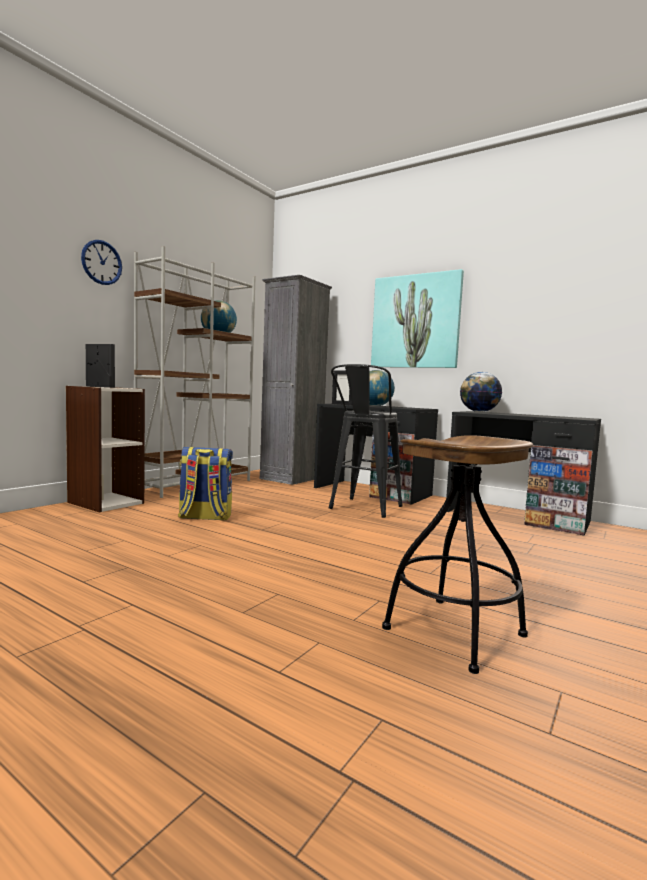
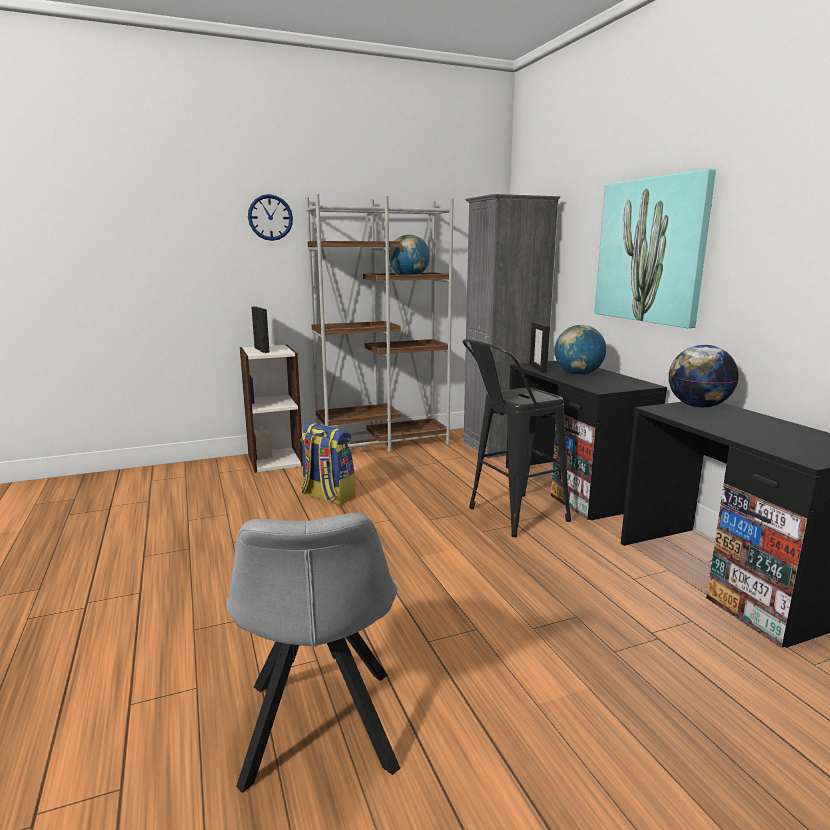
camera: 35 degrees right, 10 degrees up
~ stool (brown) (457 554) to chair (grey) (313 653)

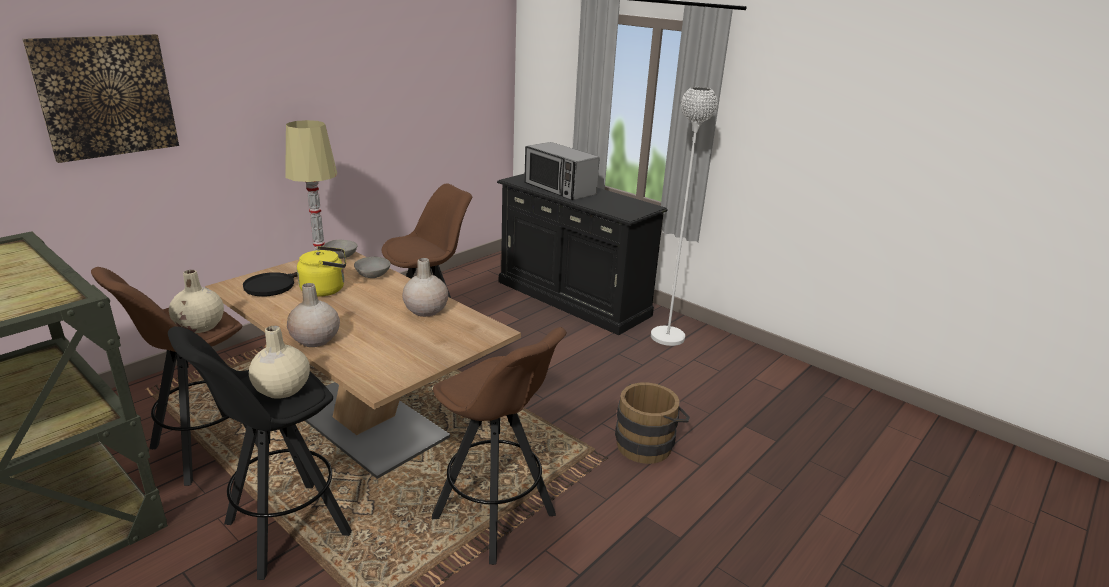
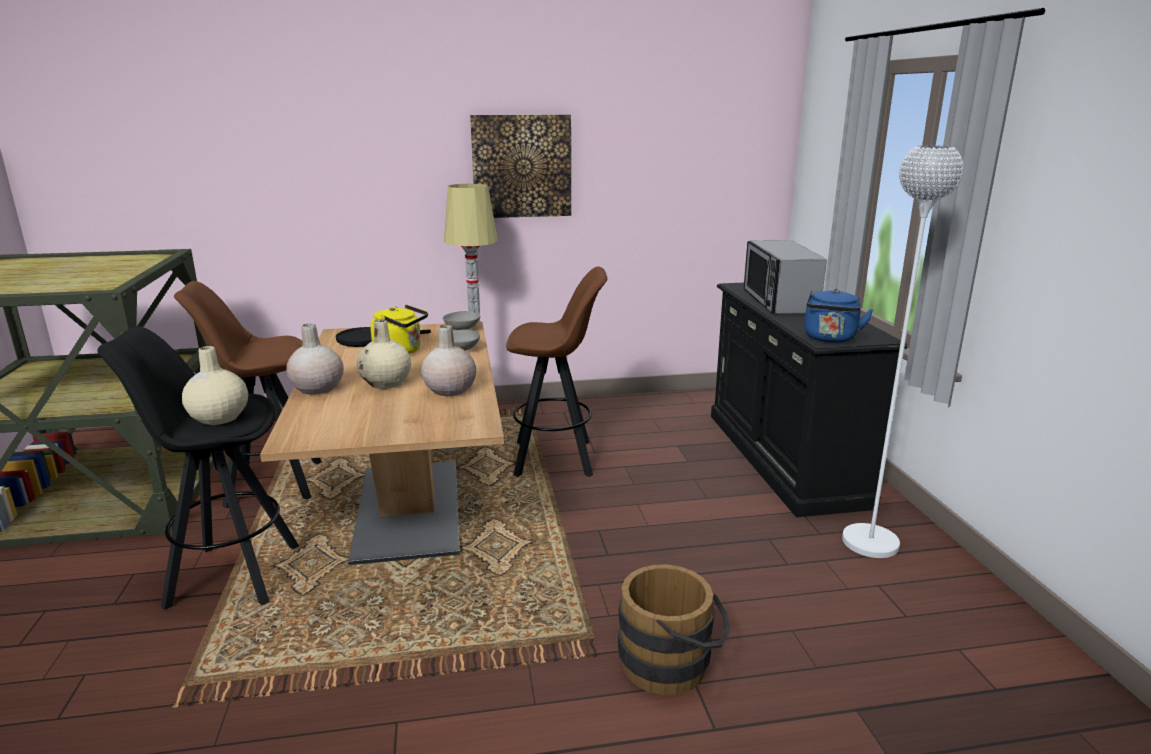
camera: 40 degrees right, 5 degrees down
- stool (brown) (499 446)
+ kettle (blue) (838 316)
~ picture (101 98) to (520 166)
~ vase (beige) (196 301) to (384 354)

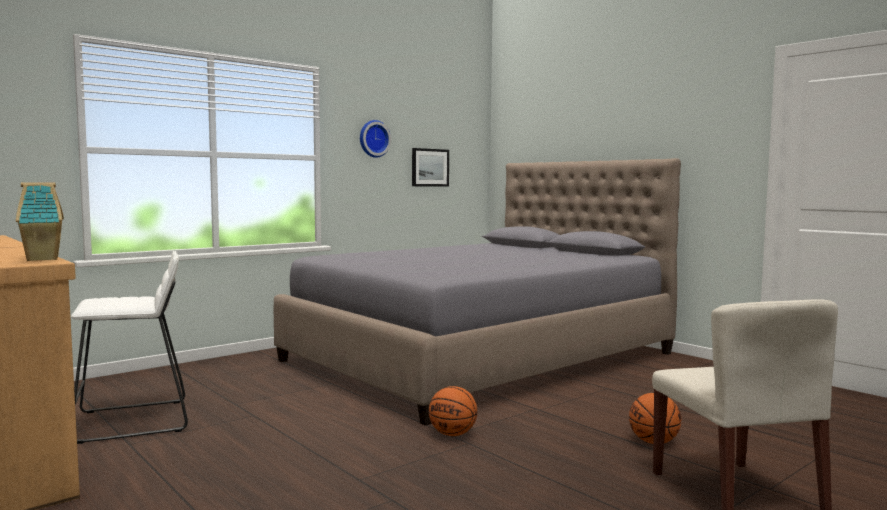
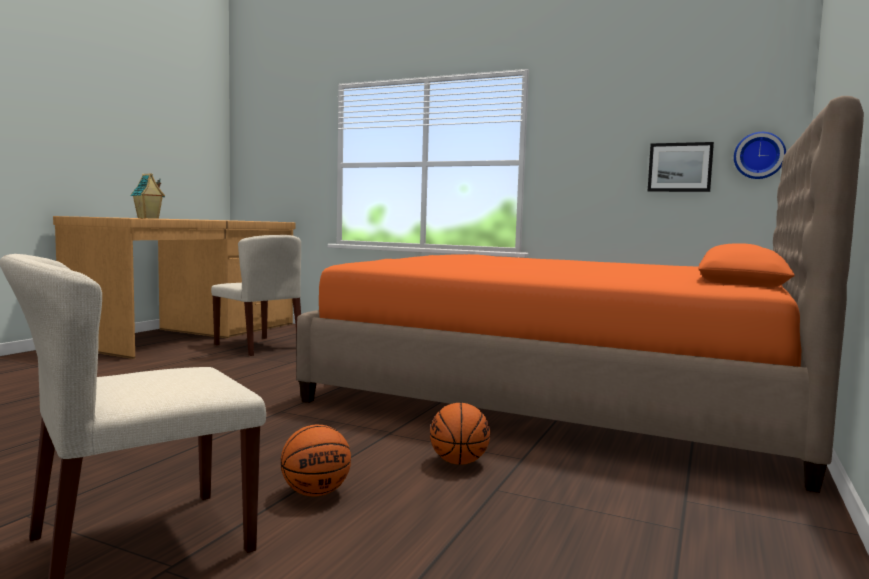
camera: 65 degrees right, 0 degrees up
~ wall clock (375 139) to (760 155)
~ basketball (453 411) to (460 434)
~ stool (white) (129 347) to chair (beige) (256 295)
~ bed (grey) (477 292) to bed (orange) (580 294)

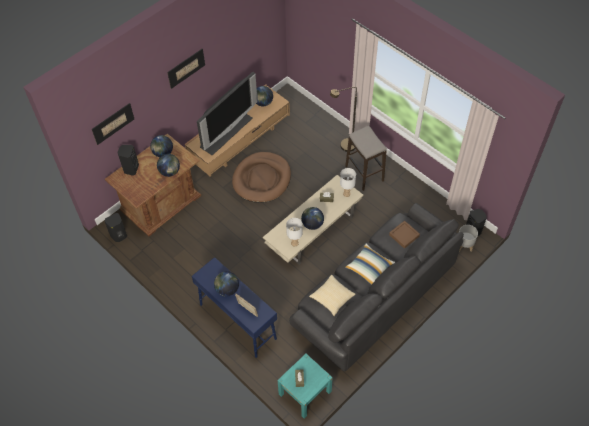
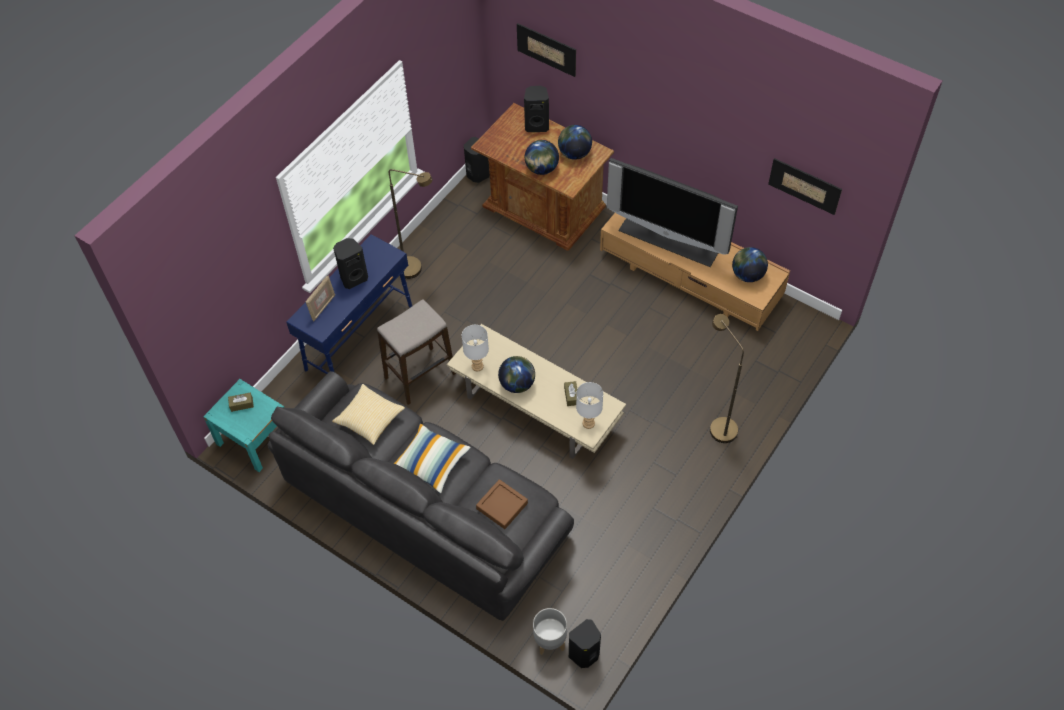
camera: 80 degrees right, 0 degrees up
- dog bed (brown) (261 177)
+ floor lamp (brown) (410 224)
~ picture (186 69) to (805 186)
~ stool (366 158) to (416 352)
~ globe (226 283) to speaker (black) (350 263)

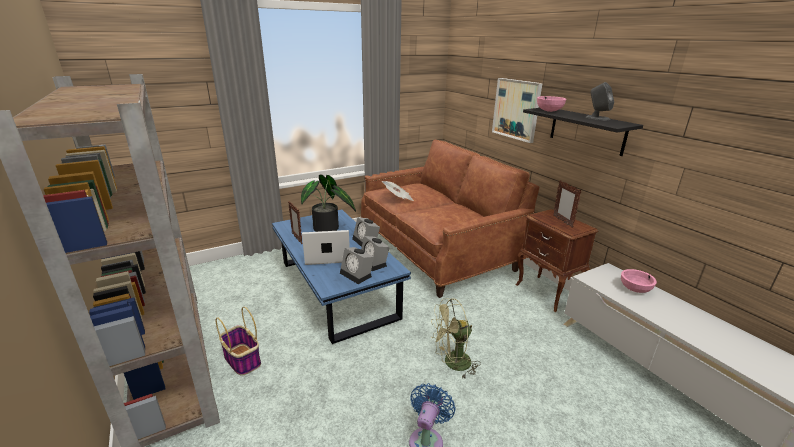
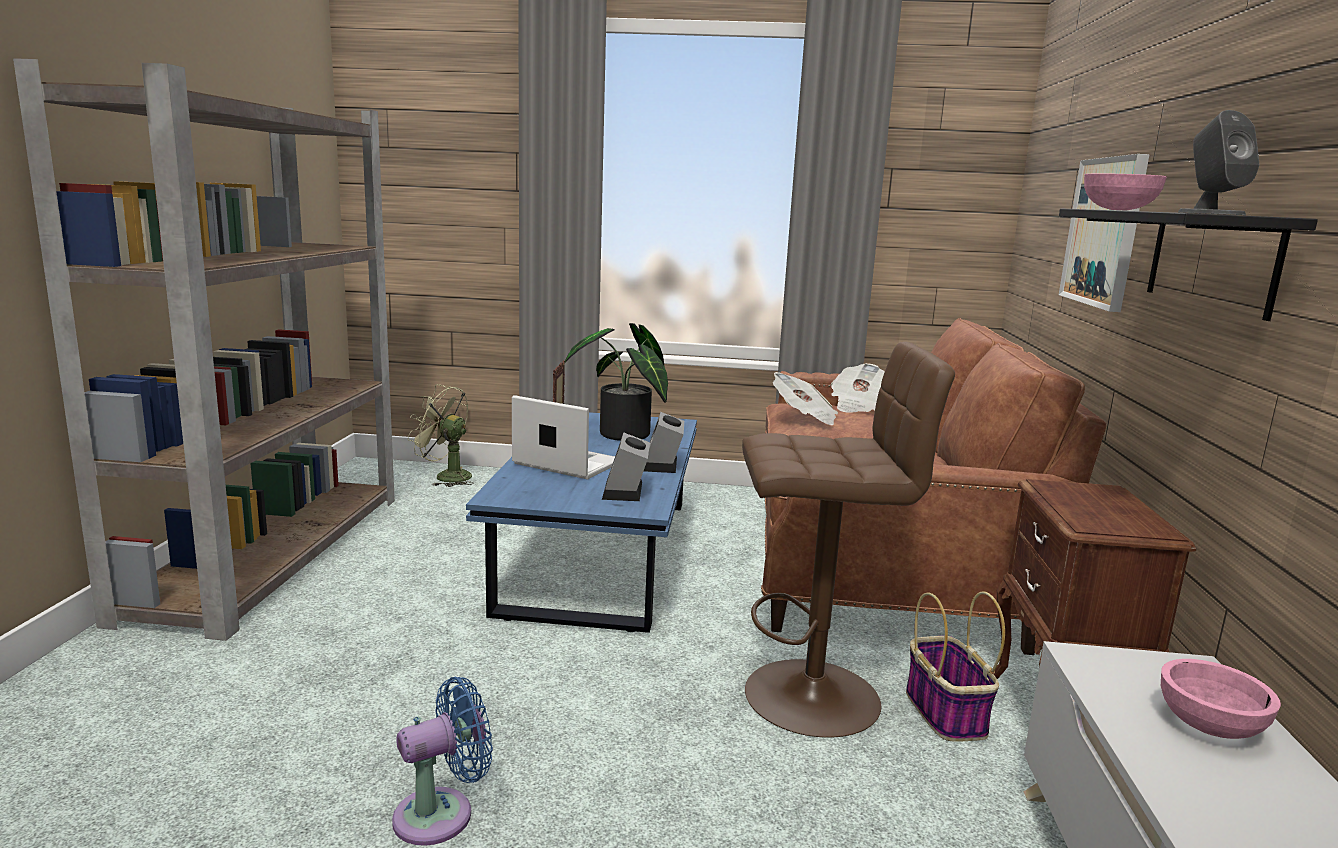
camera: 35 degrees right, 10 degrees down
- alarm clock (357 265)
- picture frame (567 204)
+ stool (brown) (848 540)
+ newspaper (858 388)
~ basket (238 341) to (955 666)
~ fan (green) (456 338) to (441 435)

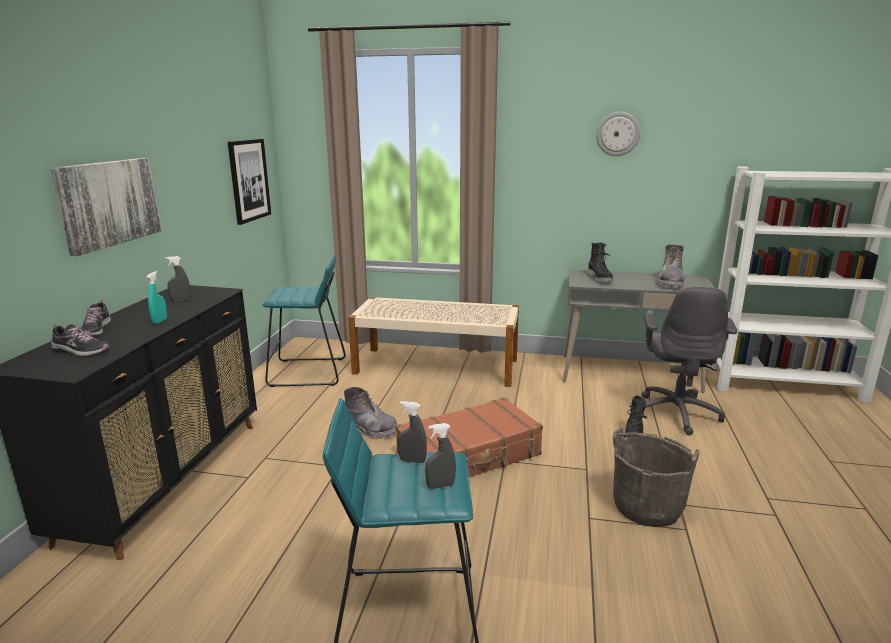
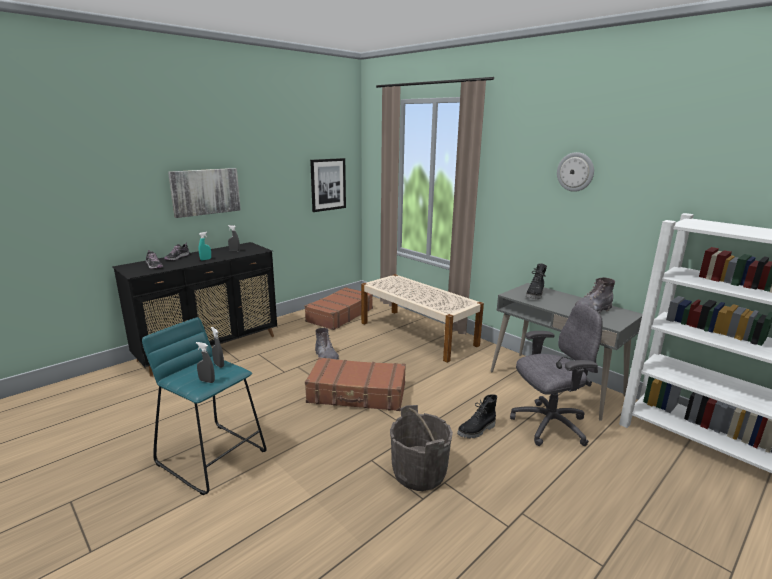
camera: 35 degrees right, 0 degrees up
~ stool (turquoise) (304 321) to suitcase (brown) (339 308)
~ office chair (grey) (689 361) = (556 375) 150 degrees counterclockwise

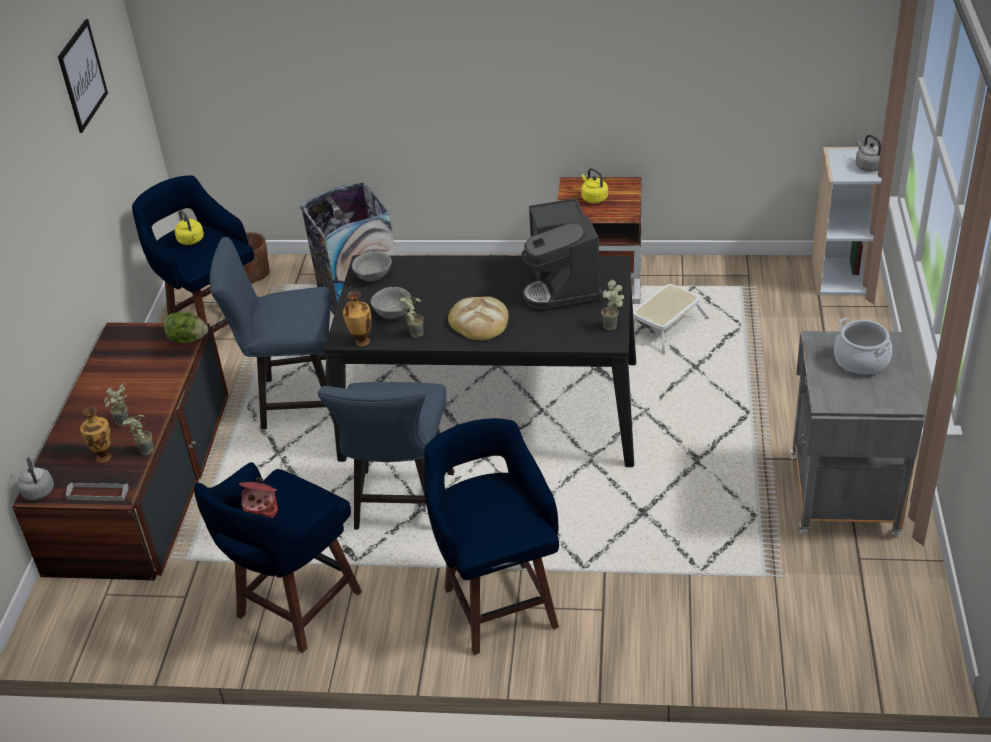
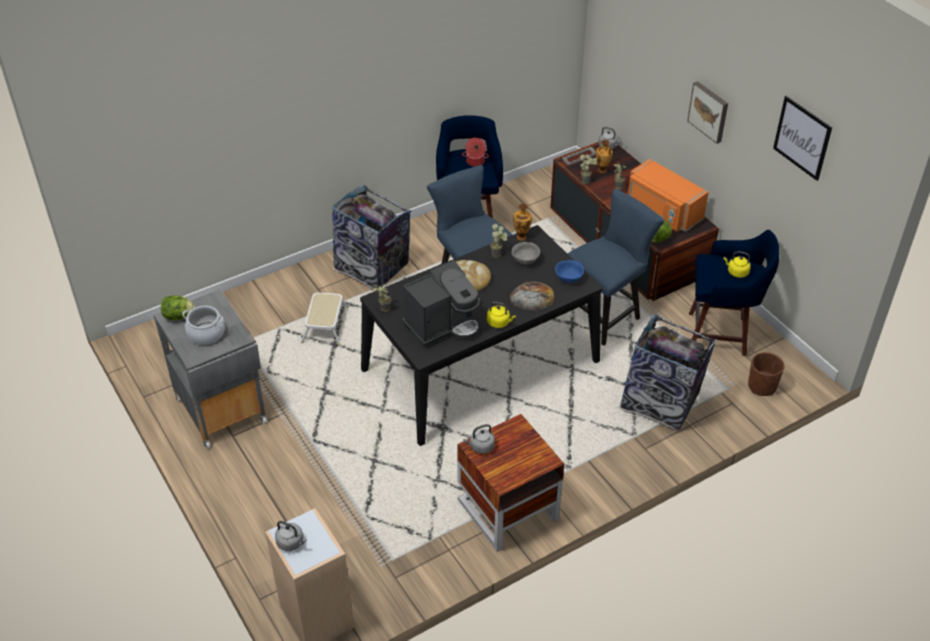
camera: 140 degrees right, 5 degrees up
+ lettuce (178 307)
+ kettle (grey) (479 439)
+ bread (532 296)
+ microwave (orange) (668 195)
+ picture (707 112)
~ kettle (yellow) (594 185) to (501 315)
~ step ladder (beige) (671 319) to (325 319)
~ stool (blue) (491 536) to trash can (371 238)
~ bowl (grey) (372 266) to bowl (blue) (569 271)
~ coffee machine (562 253) = (441 303) 105 degrees clockwise

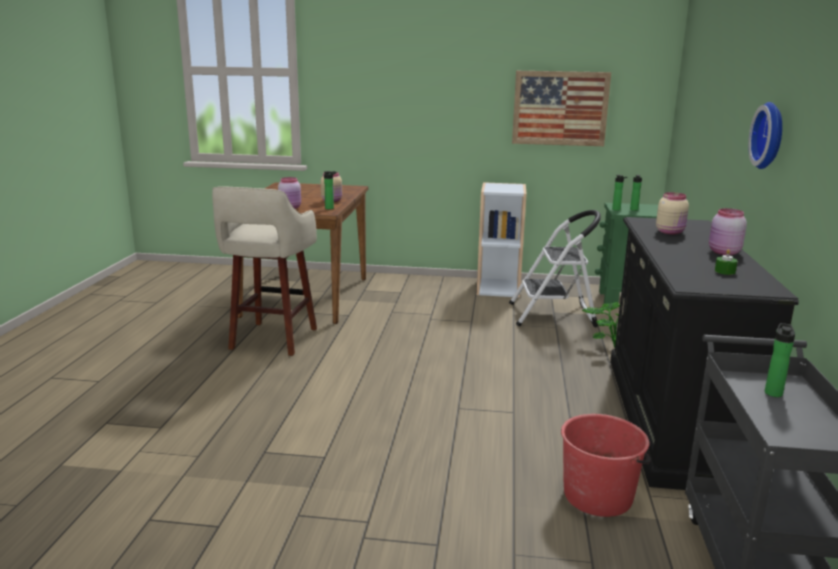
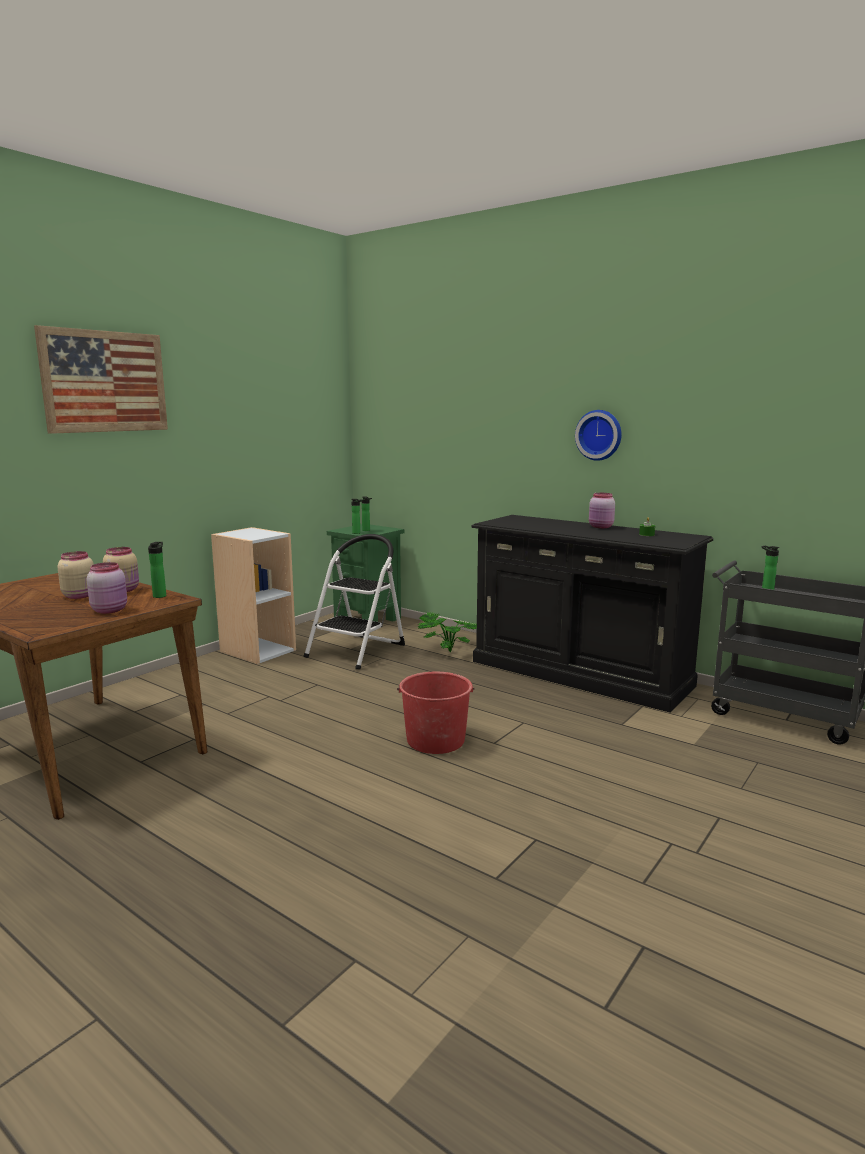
camera: 60 degrees left, 5 degrees down
- stool (beige) (264 271)
~ picture (561 108) to (101 379)
~ bucket (red) (606 465) to (435 713)
~ jar (beige) (672 213) to (76 575)

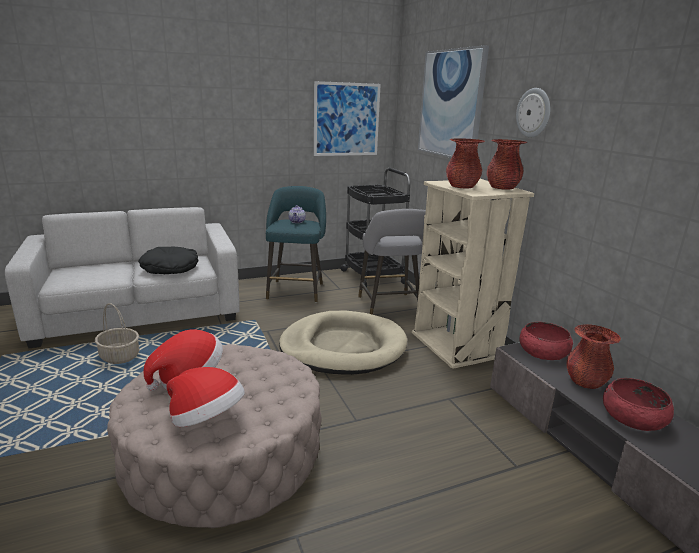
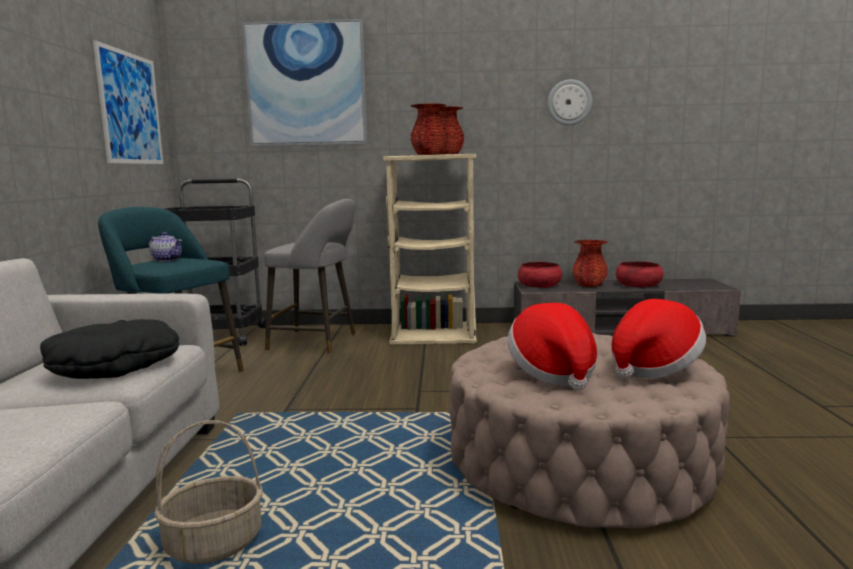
camera: 65 degrees left, 10 degrees down
- dog bed (beige) (343 342)
~ wall clock (533 113) to (569 102)

